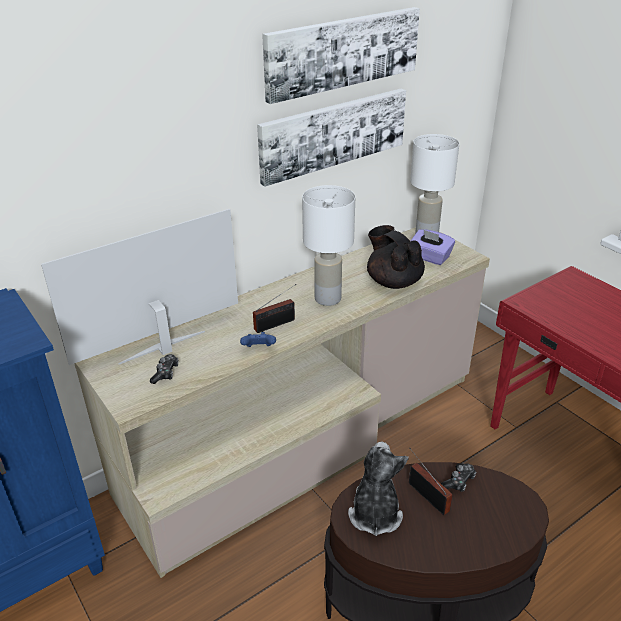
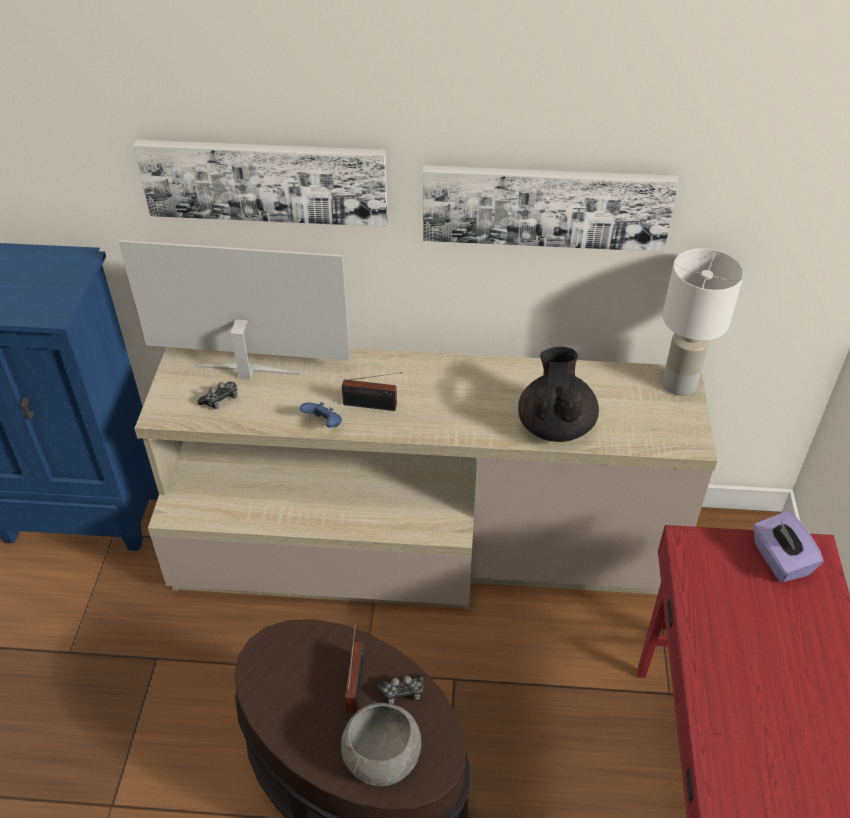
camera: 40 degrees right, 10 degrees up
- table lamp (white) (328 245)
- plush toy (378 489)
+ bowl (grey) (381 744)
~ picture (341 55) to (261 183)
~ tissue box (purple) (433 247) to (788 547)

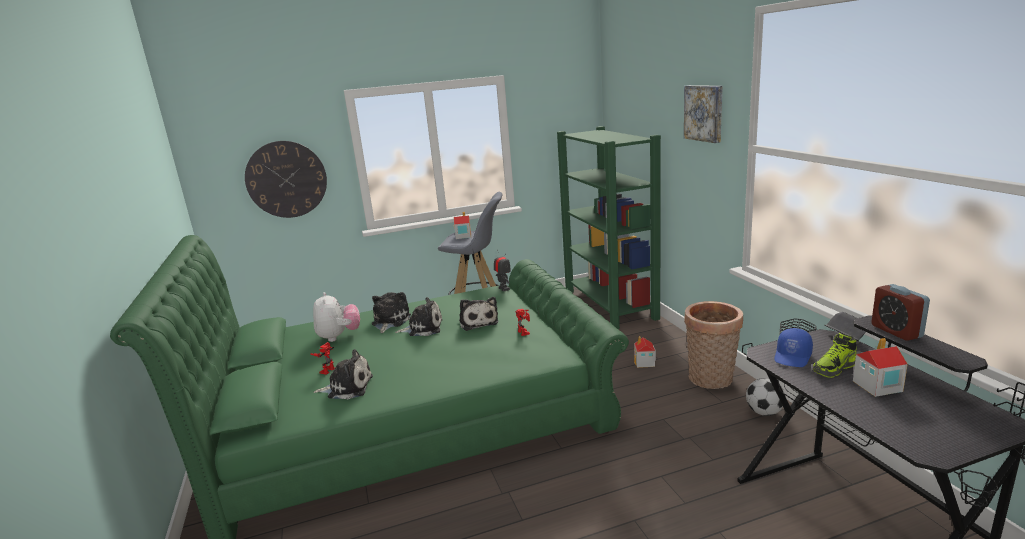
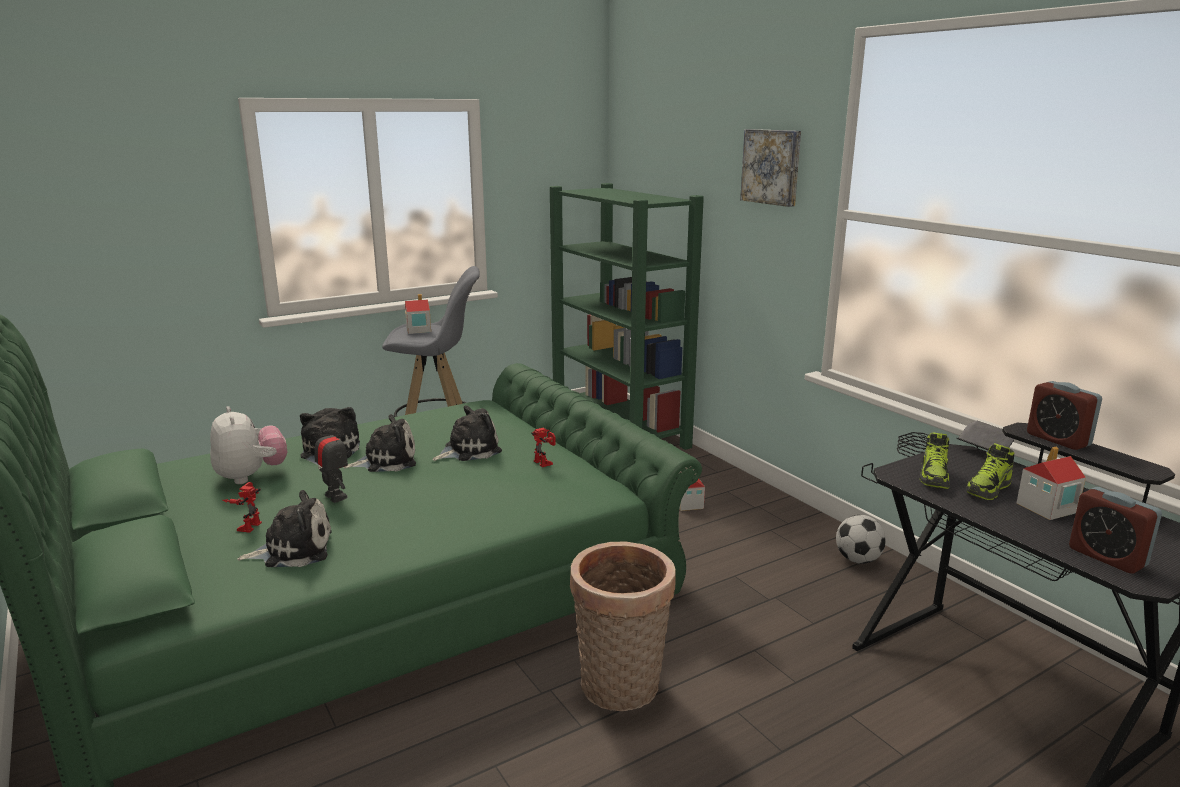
camera: 15 degrees left, 0 degrees up
- wall clock (286 179)
+ alarm clock (1115 530)
~ toy robot (502 270) to (331 463)
~ basket (713 345) to (623 626)
~ cap (blue) (793 347) to shoe (935 460)
~ plush toy (479 314) = (467 433) 90 degrees counterclockwise

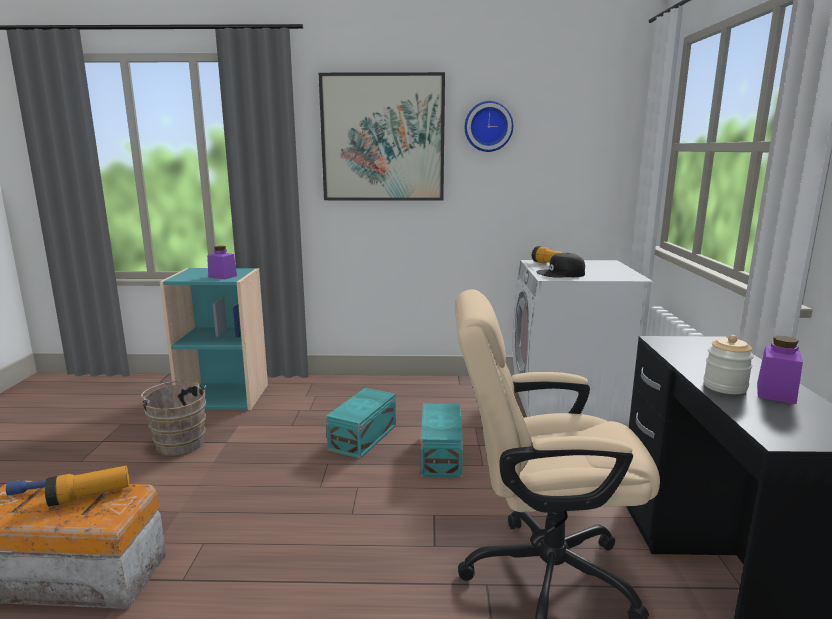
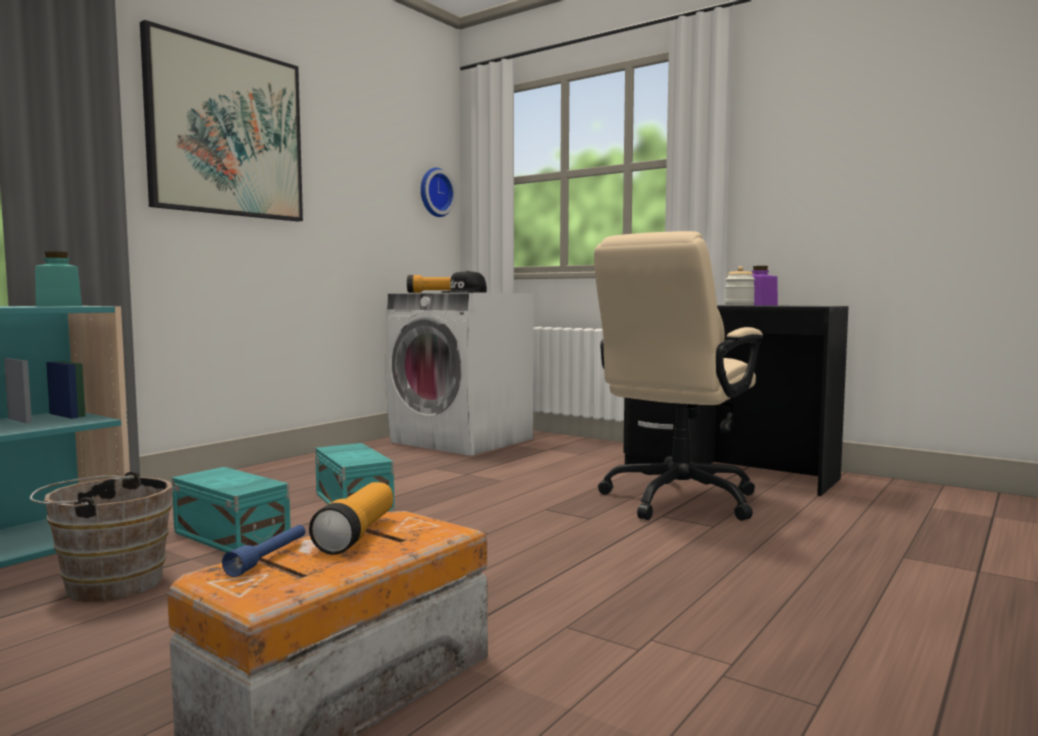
camera: 55 degrees left, 10 degrees down
~ storage box (turquoise) (442 440) to (231 510)
~ wall clock (489 126) to (438 192)
~ jar (purple) (222 262) to jar (turquoise) (58 279)

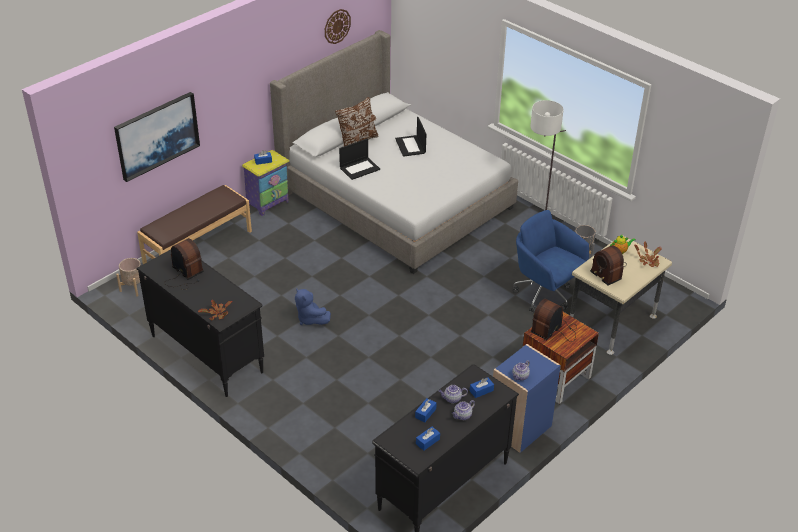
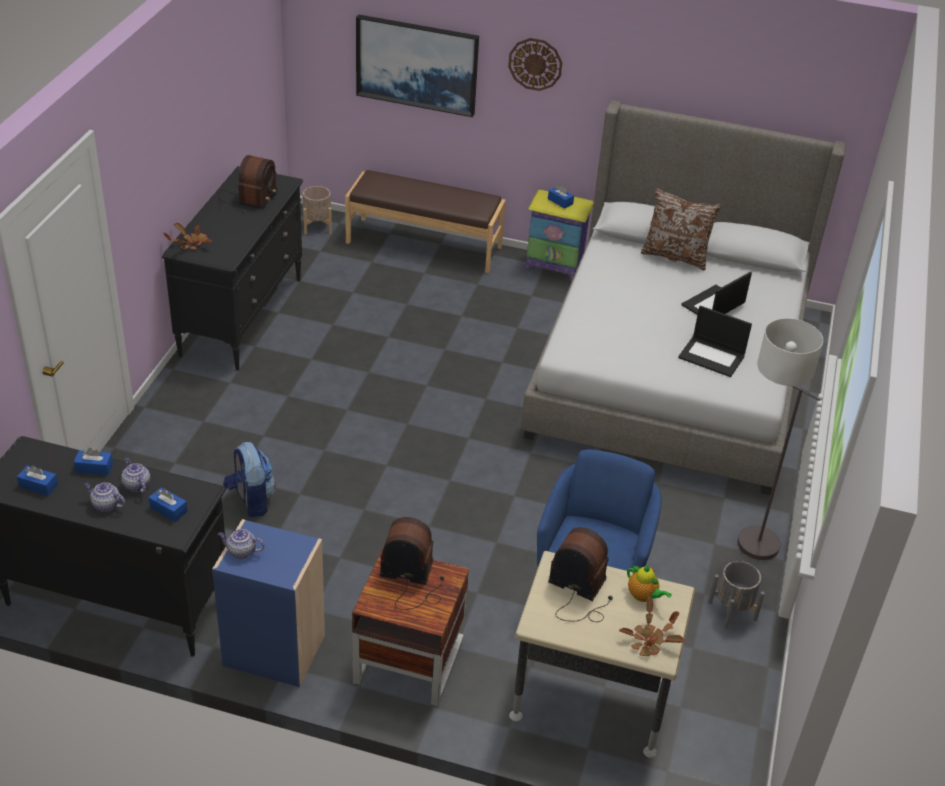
camera: 60 degrees right, 0 degrees up
- plush toy (blue) (313 306)
+ backpack (249 479)
~ wall clock (338 26) to (535 64)
~ laptop (359 159) to (715 341)
~ radio (608 265) = (580 574) 90 degrees clockwise

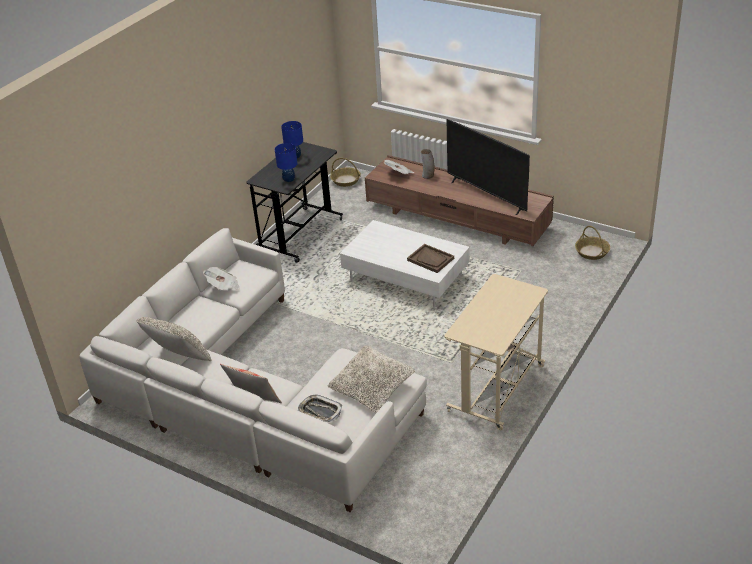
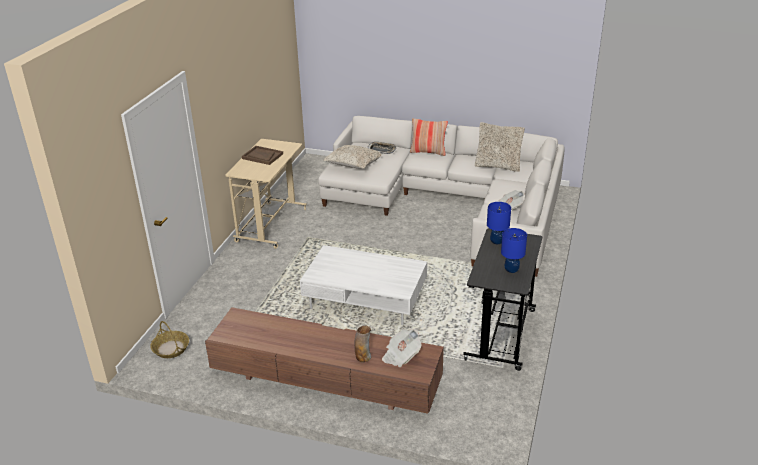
camera: 165 degrees right, 5 degrees down
- basket (345 172)
- television (488 167)
~ tray (brown) (430 258) to (262 155)

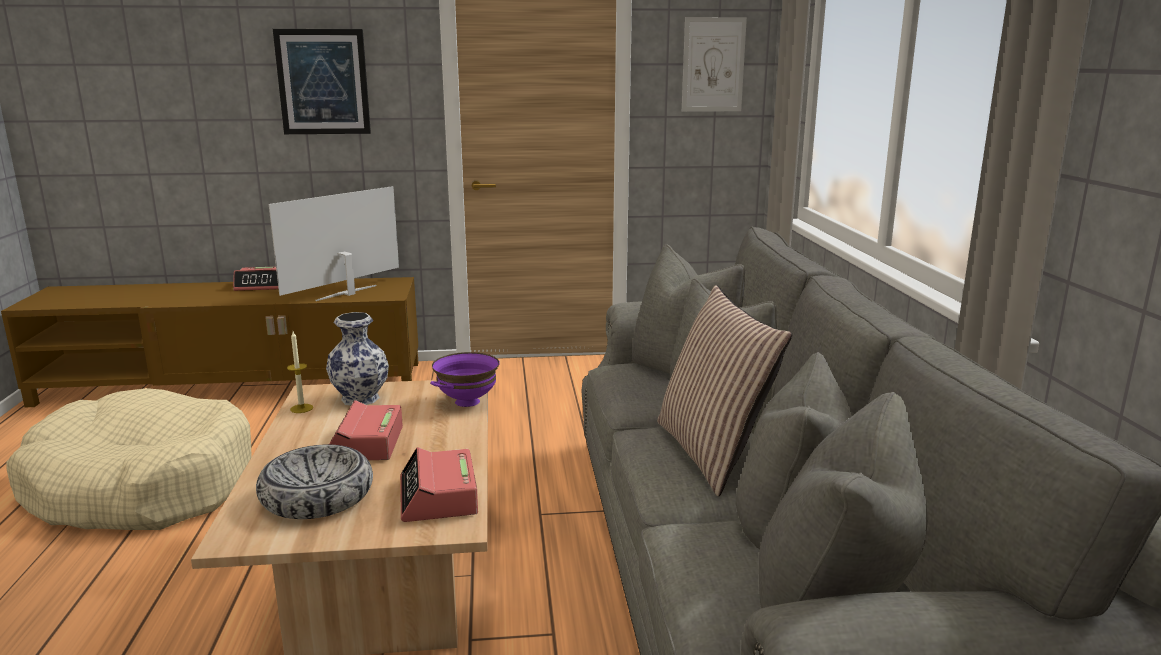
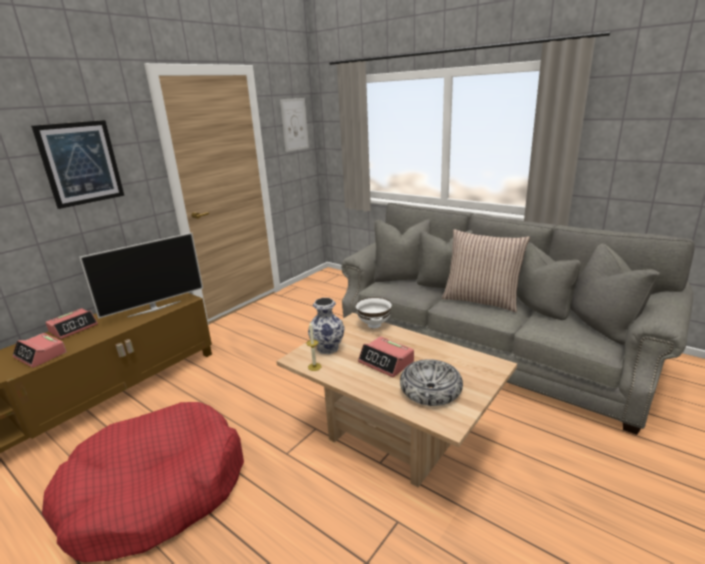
camera: 45 degrees left, 5 degrees up
~ alarm clock (439 484) to (40 350)
~ dog bed (beige) (129 459) to dog bed (red) (143 482)
~ bowl (purple) (465 379) to bowl (white) (373 312)
~ television (334 243) = (141 276) 120 degrees counterclockwise

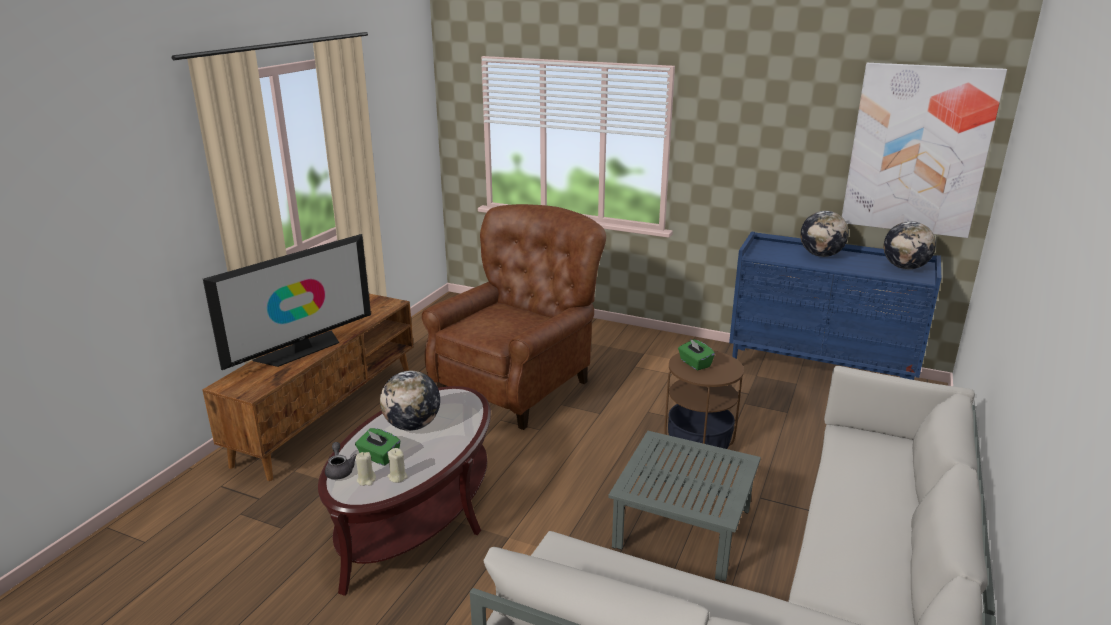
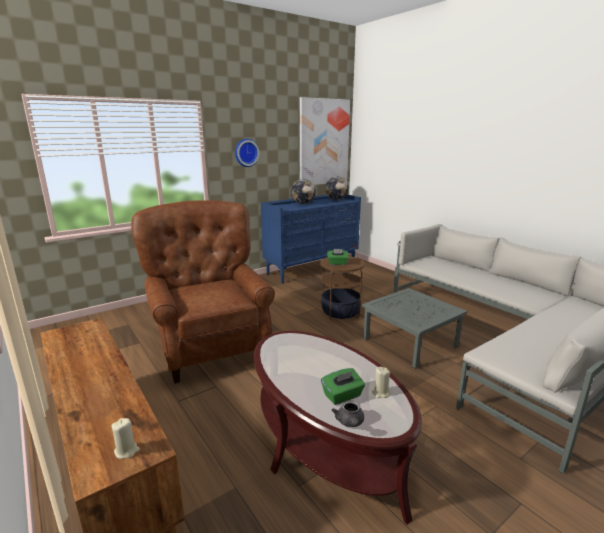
camera: 60 degrees left, 5 degrees down
- television (287 302)
- globe (410 401)
+ wall clock (247 153)
~ candle (beige) (366 469) to (126 438)
~ teapot (grey) (341 461) = (348 413) 105 degrees counterclockwise

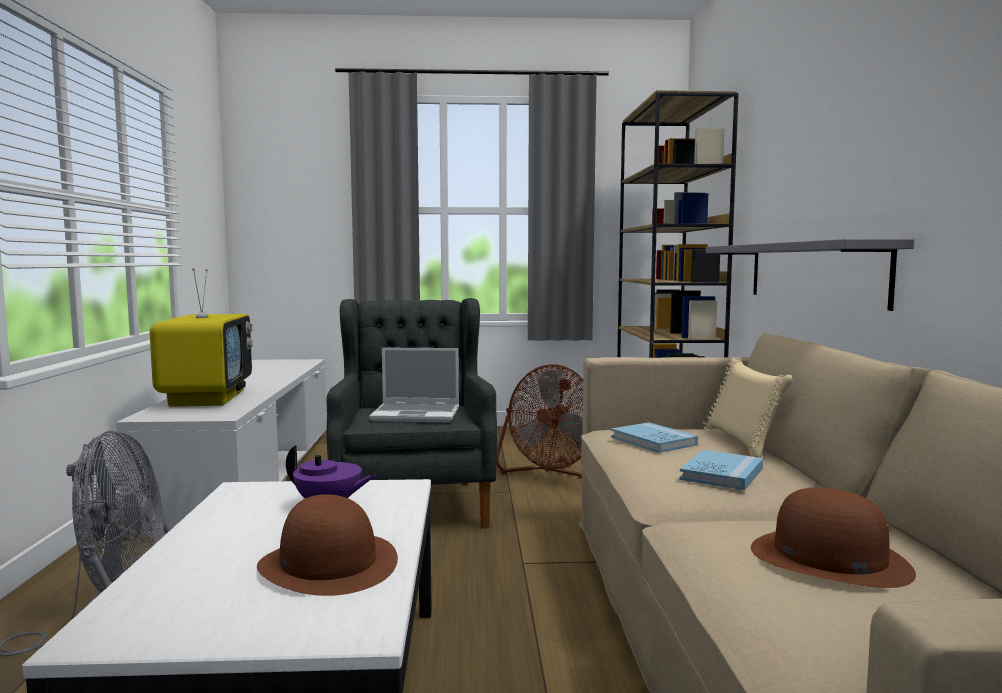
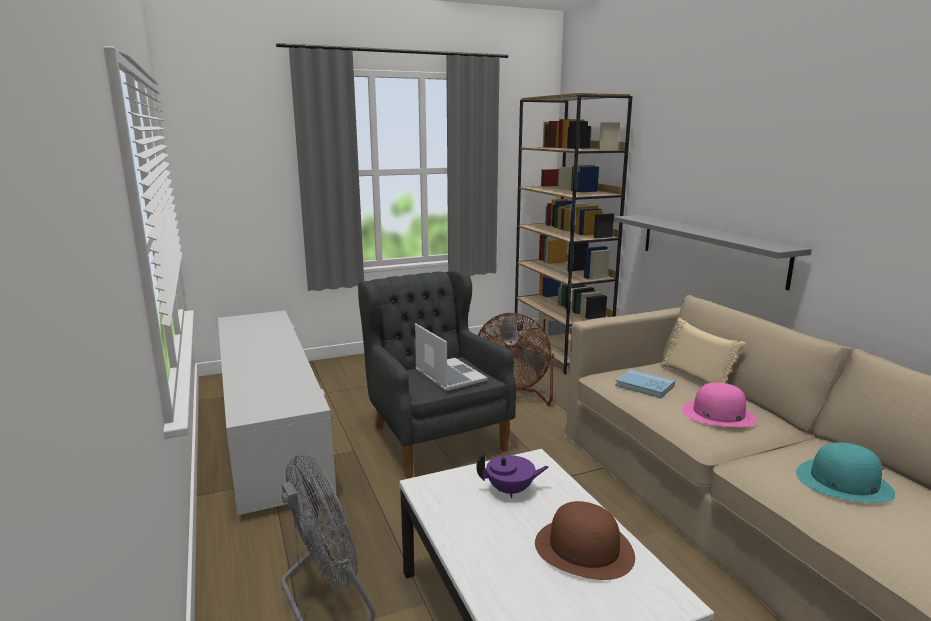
camera: 20 degrees left, 10 degrees up
- television (201 337)
~ book (blue) (721 470) to hat (pink) (719 405)
~ hat (brown) (833 538) to hat (turquoise) (845 472)
~ laptop (414 385) = (451 357) 105 degrees counterclockwise

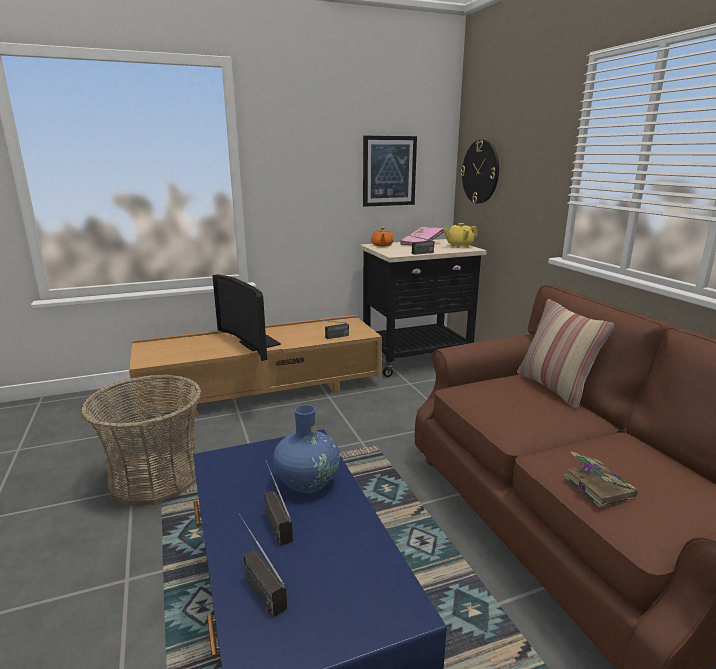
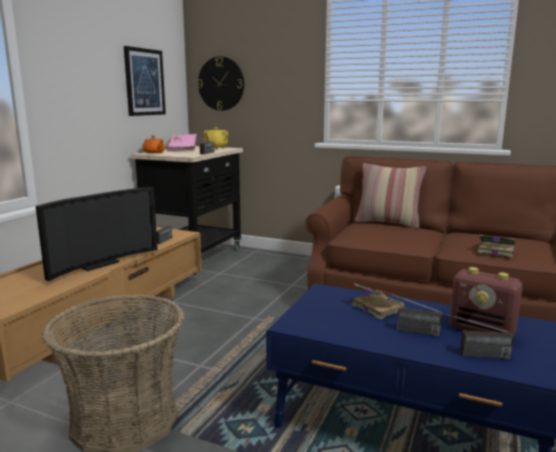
camera: 45 degrees left, 5 degrees down
+ radio (486 301)
~ vase (blue) (306 449) to book (378 302)
~ television (246 317) = (97 234) 60 degrees counterclockwise

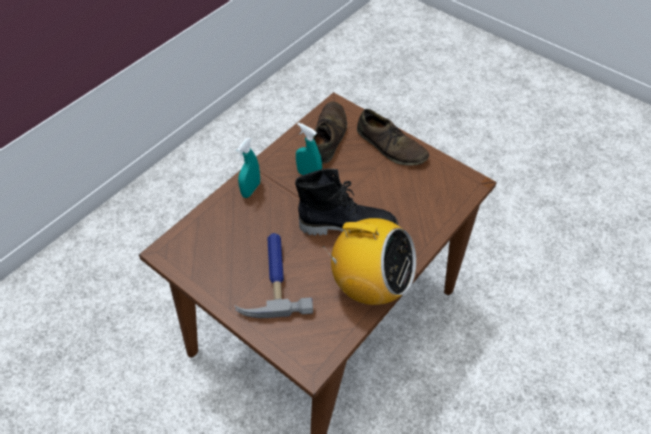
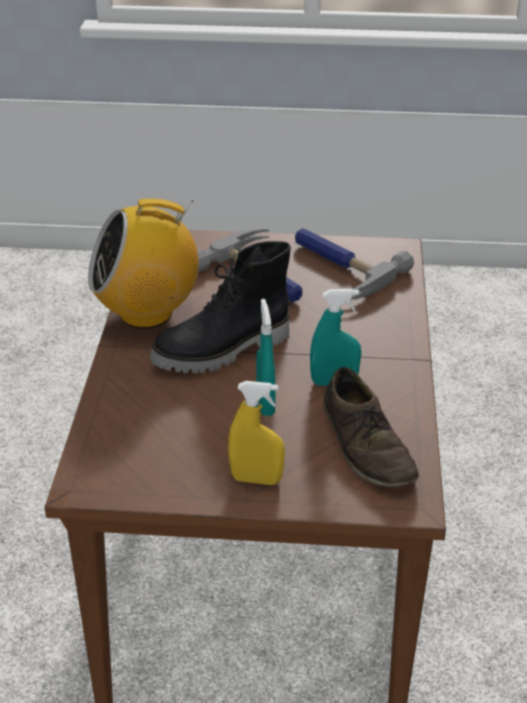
camera: 145 degrees right, 15 degrees down
+ hammer (354 264)
~ spray bottle (turquoise) (248 167) to (265 357)
~ shoe (brown) (393 137) to spray bottle (yellow) (256 433)

